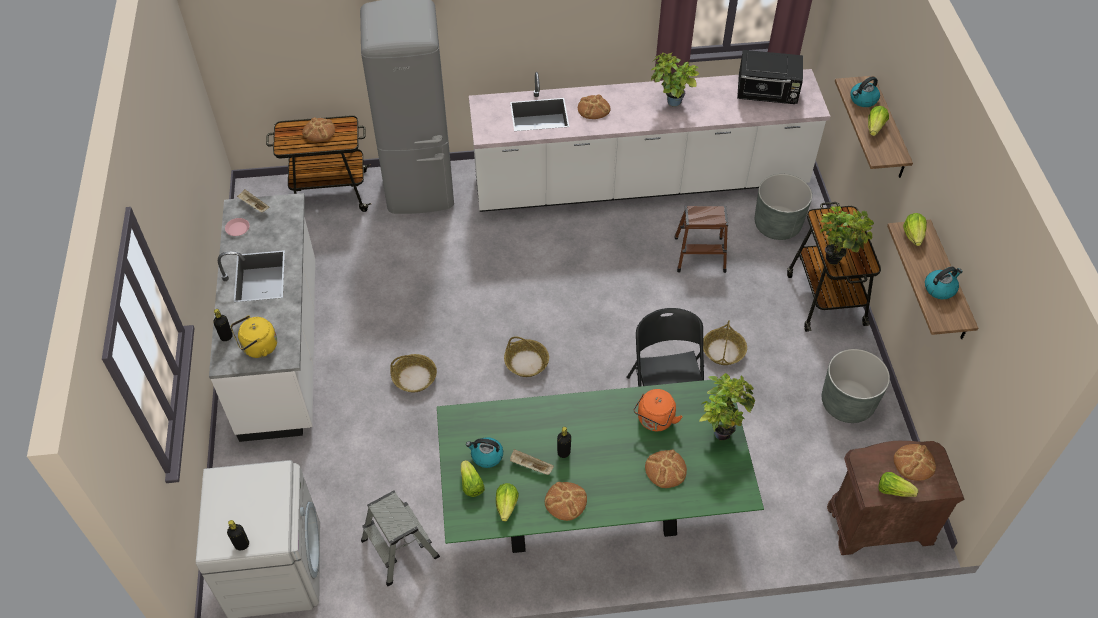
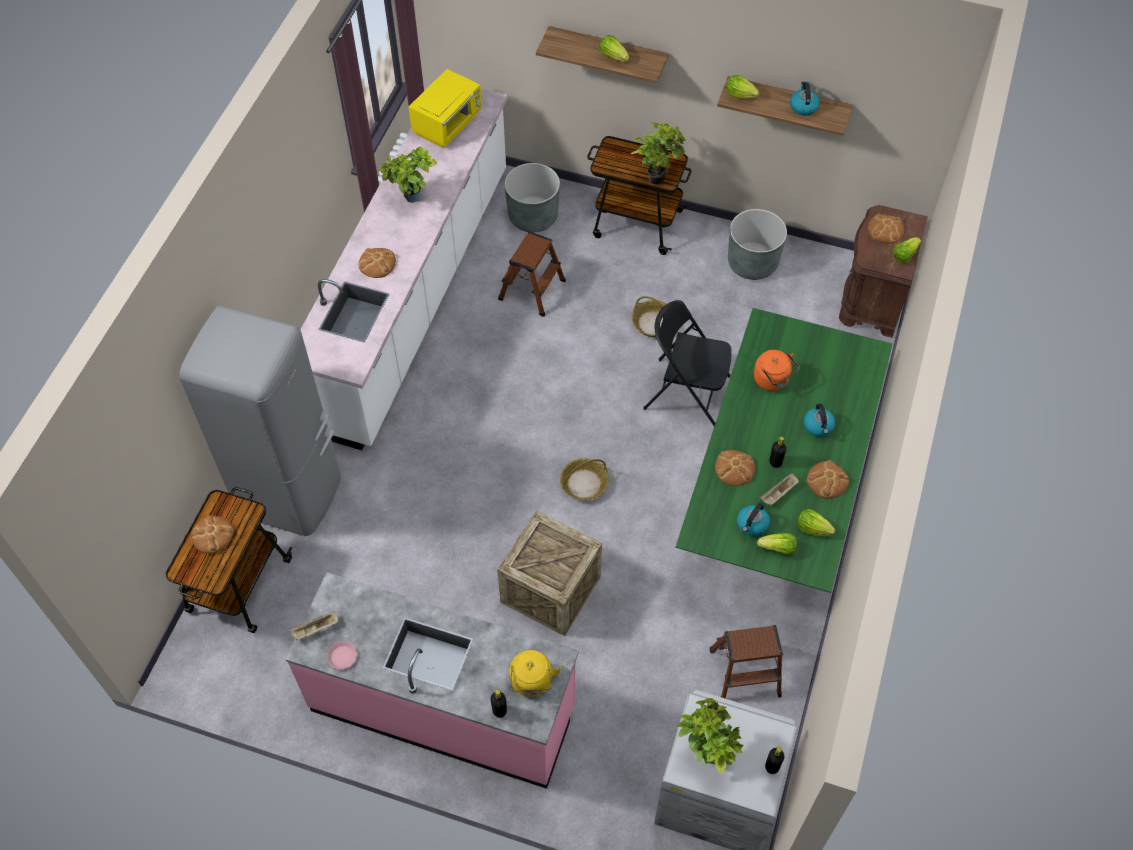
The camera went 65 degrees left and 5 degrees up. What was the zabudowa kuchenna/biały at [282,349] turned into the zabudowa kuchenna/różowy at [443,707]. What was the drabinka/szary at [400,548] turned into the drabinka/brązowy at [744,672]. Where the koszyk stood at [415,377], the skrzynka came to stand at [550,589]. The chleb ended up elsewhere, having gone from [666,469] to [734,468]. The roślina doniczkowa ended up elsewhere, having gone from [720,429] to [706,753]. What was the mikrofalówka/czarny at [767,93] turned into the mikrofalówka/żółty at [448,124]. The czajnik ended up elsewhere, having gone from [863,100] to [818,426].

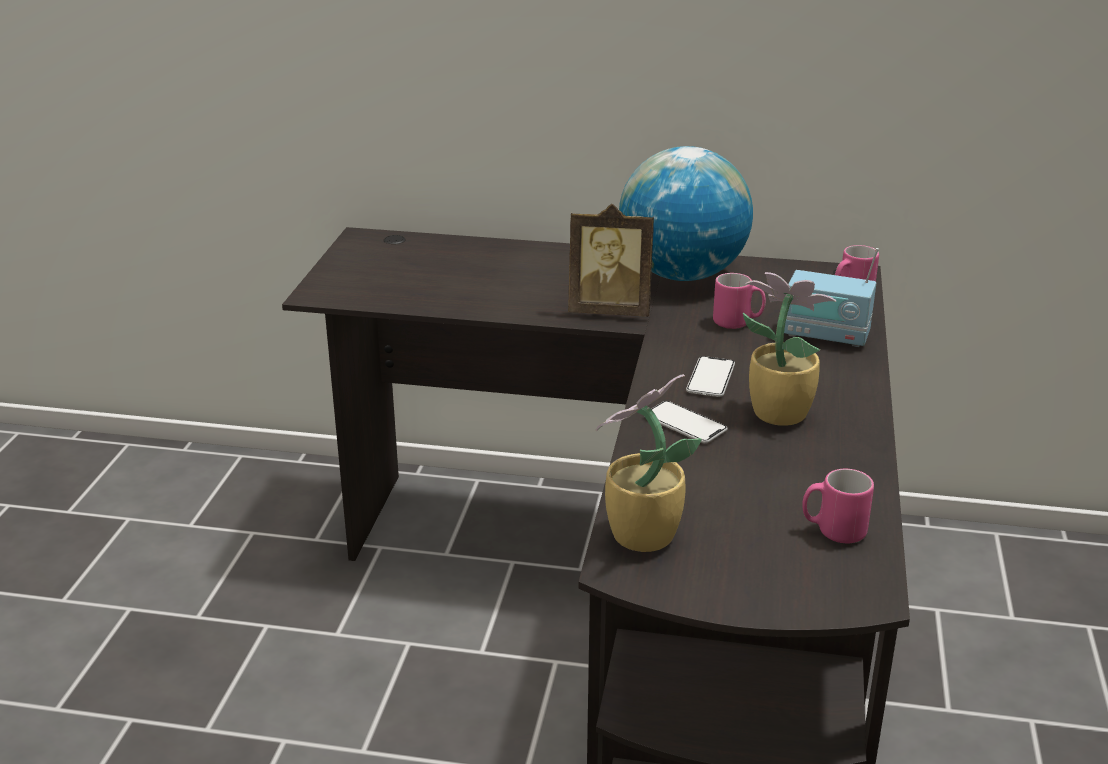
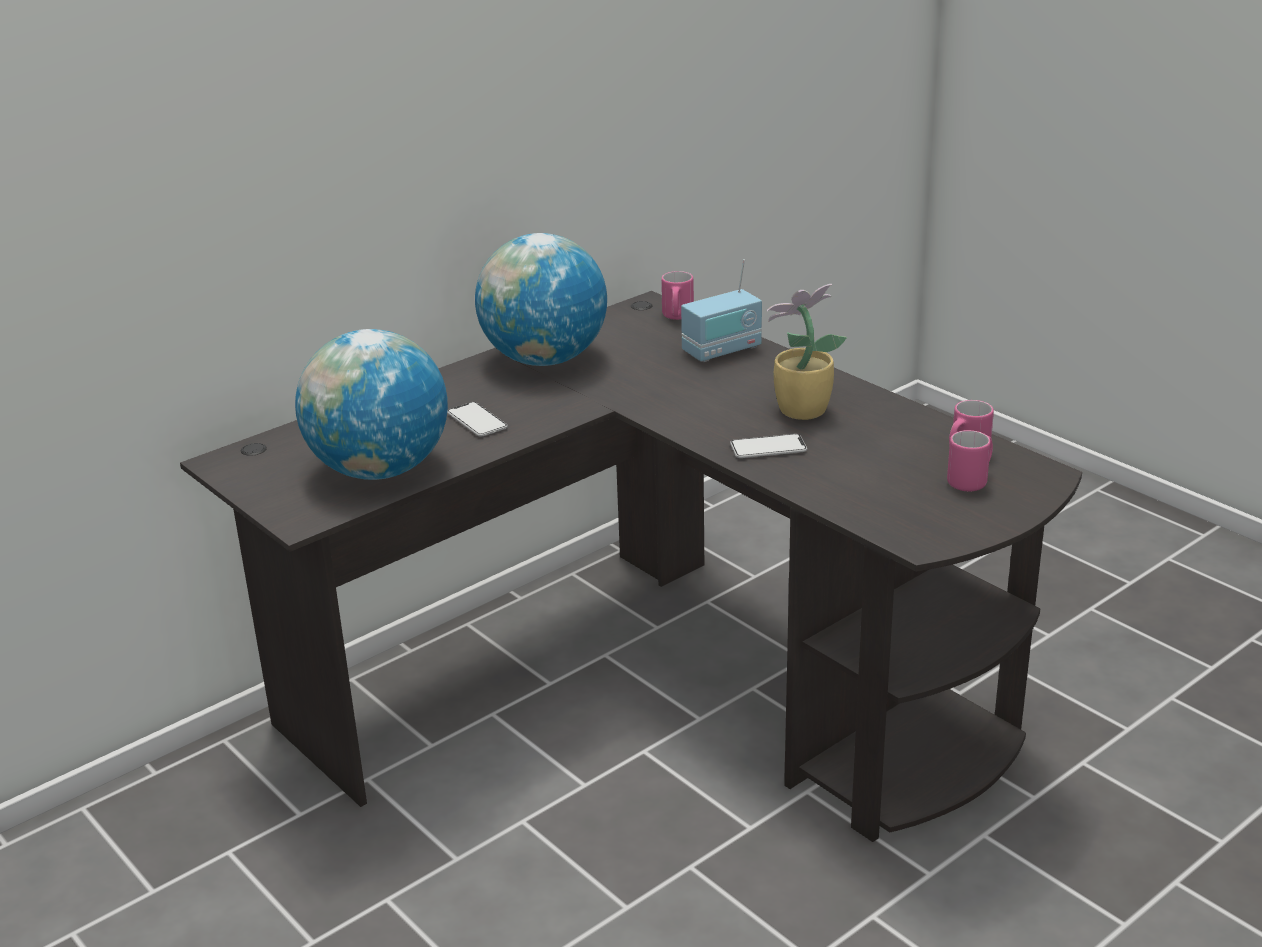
The camera went 50 degrees left and 0 degrees up. The second view lost the ramka na zdjęcie at [610,310]. The second view lost the roślina doniczkowa at [639,537]. The telefon ended up elsewhere, having gone from [710,378] to [477,421]. The kubek/różowy ended up elsewhere, having gone from [738,323] to [971,481]. The second view gained the globus at [379,470].

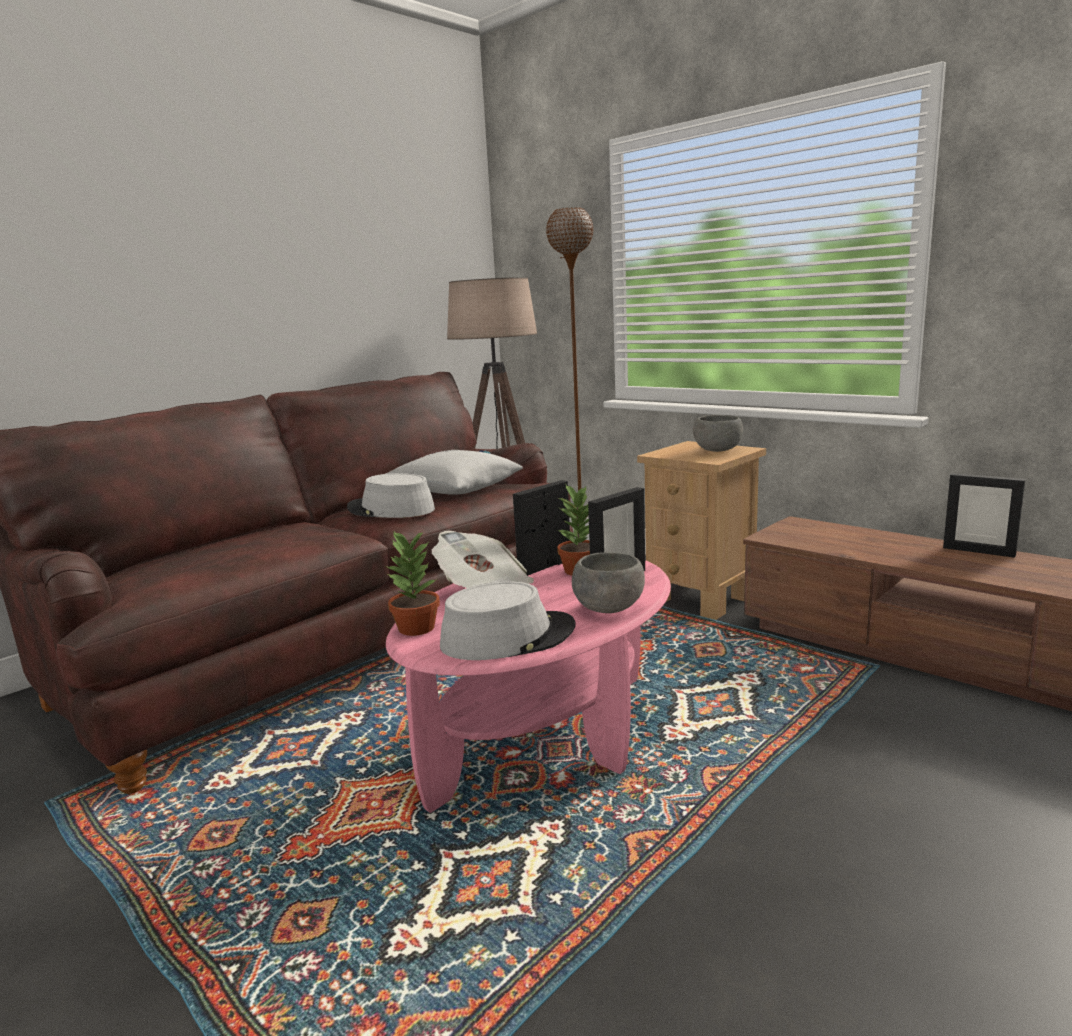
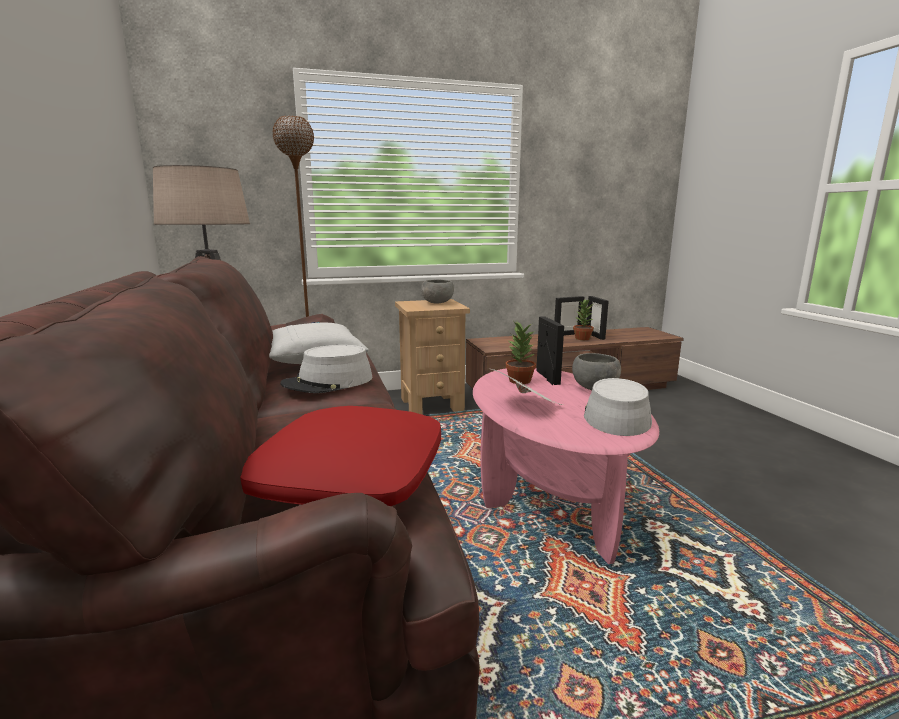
The camera went 60 degrees left and 0 degrees up. The roślina doniczkowa ended up elsewhere, having gone from [415,628] to [582,338]. The ramka na zdjęcie ended up elsewhere, having gone from [546,567] to [595,336]. The second view gained the poduszka/czerwony at [352,476].

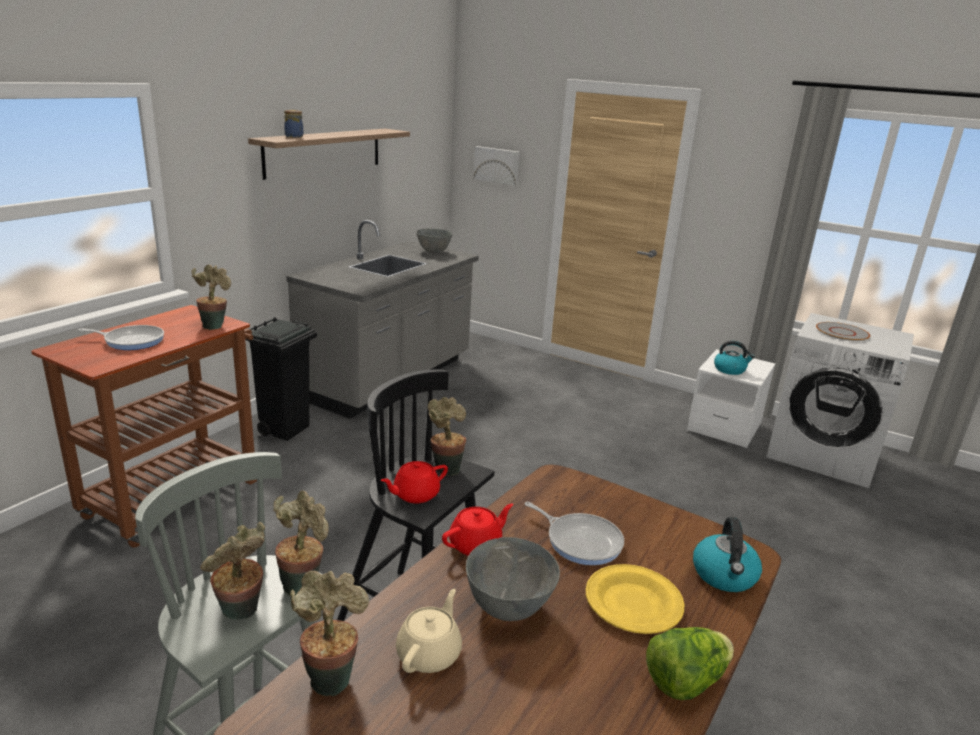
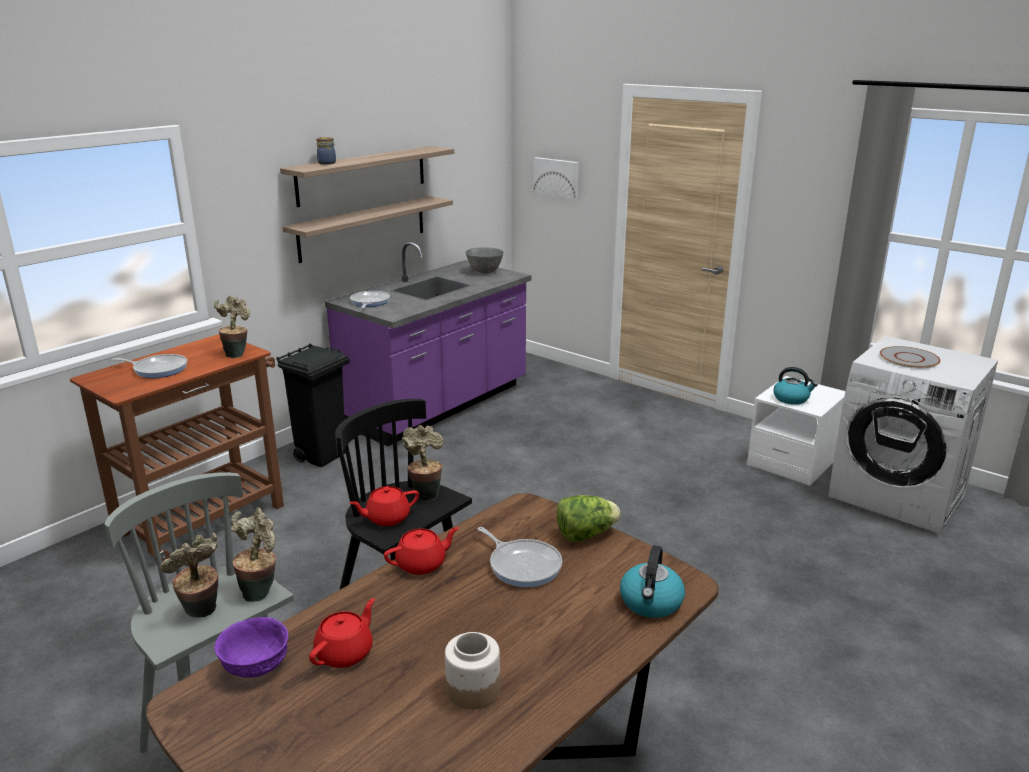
The camera went 10 degrees right and 0 degrees up. What was the zabudowa kuchenna/szary at [389,379] turned into the zabudowa kuchenna/fioletowy at [437,406]. Where the roślina doniczkowa stood at [330,676], the miska/fioletowy came to stand at [255,665]. What was the imbryk/beżowy at [429,653] turned into the imbryk/czerwony at [345,653]. The second view lost the miska/szary at [508,607]. The second view lost the talerz/żółty at [633,603]. The sałata ended up elsewhere, having gone from [685,681] to [585,535]. The second view gained the półka at [363,228]. The second view gained the patelnia at [369,302]. The second view gained the słoik at [472,690].

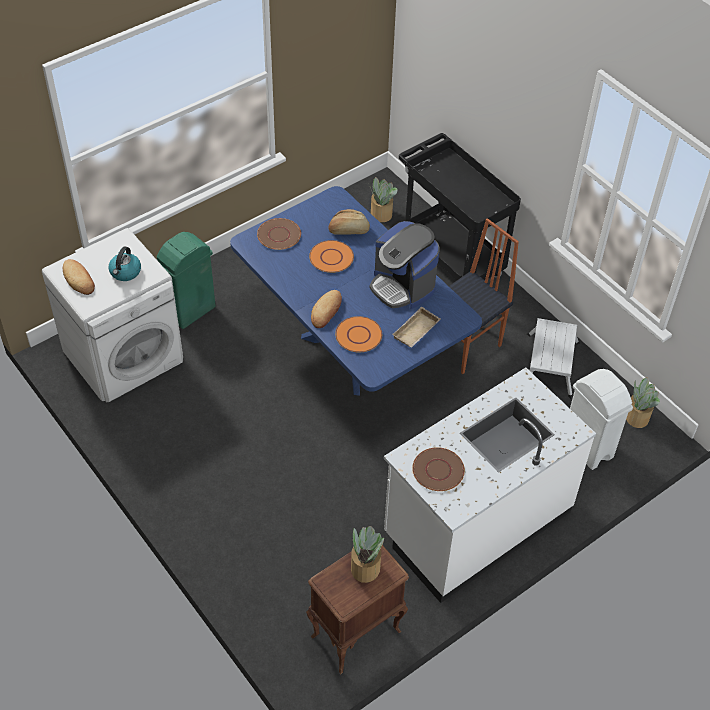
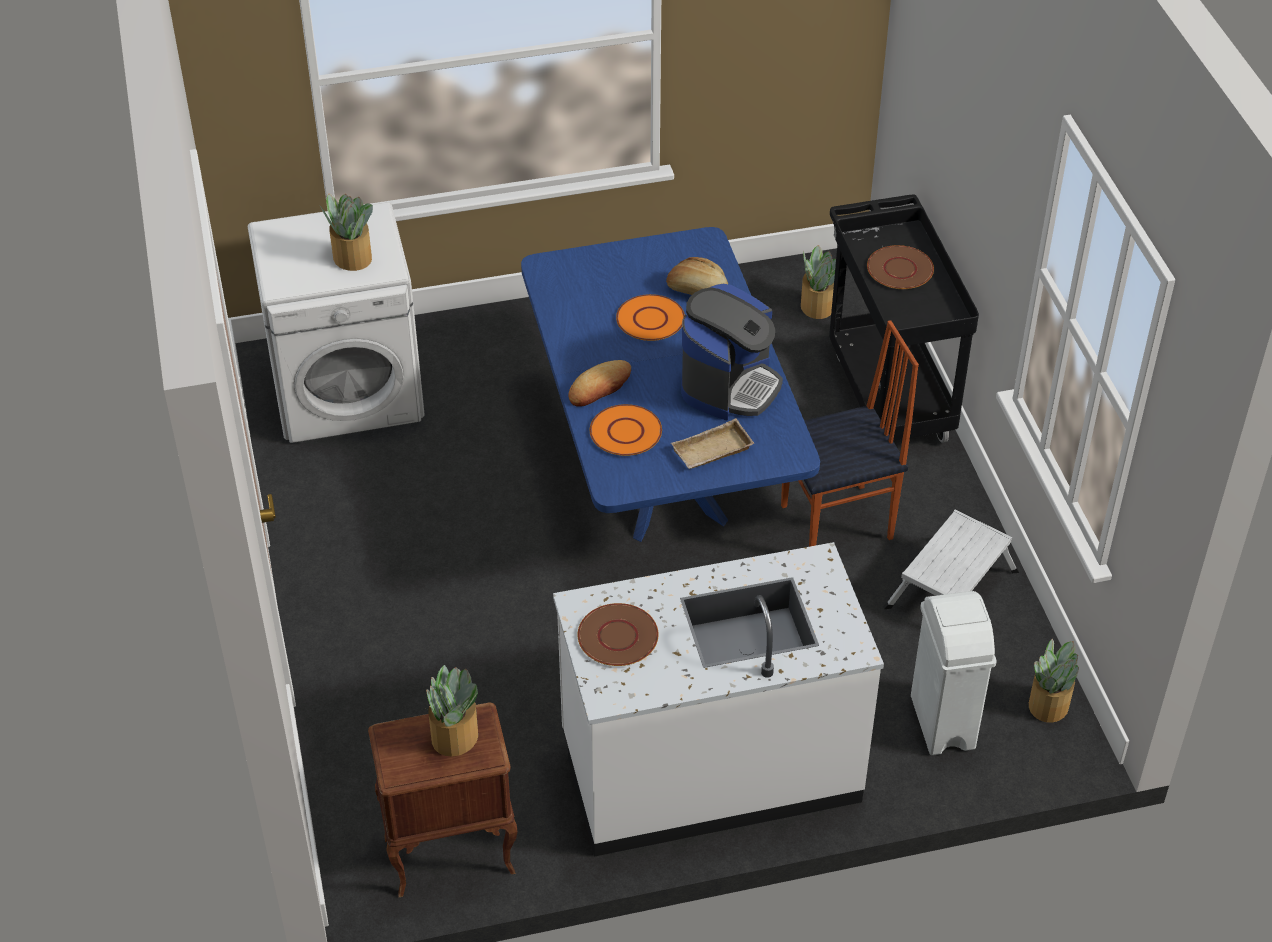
The camera went 25 degrees right and 5 degrees down. The second view lost the chleb at [79,279]. Where the czajnik stood at [125,272], the roślina doniczkowa came to stand at [352,257]. The second view lost the kosz na śmieci/zielony at [190,311]. The talerz/brązowy ended up elsewhere, having gone from [278,235] to [899,269]. The ekspres do kawy at [402,286] ended up facing another way, 135 degrees counterclockwise from before.

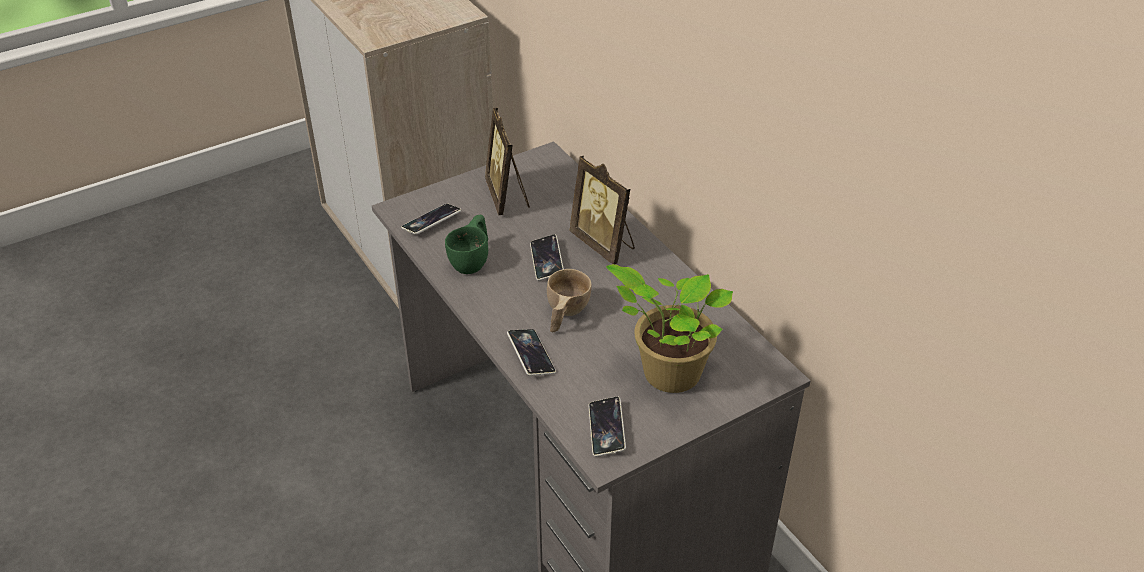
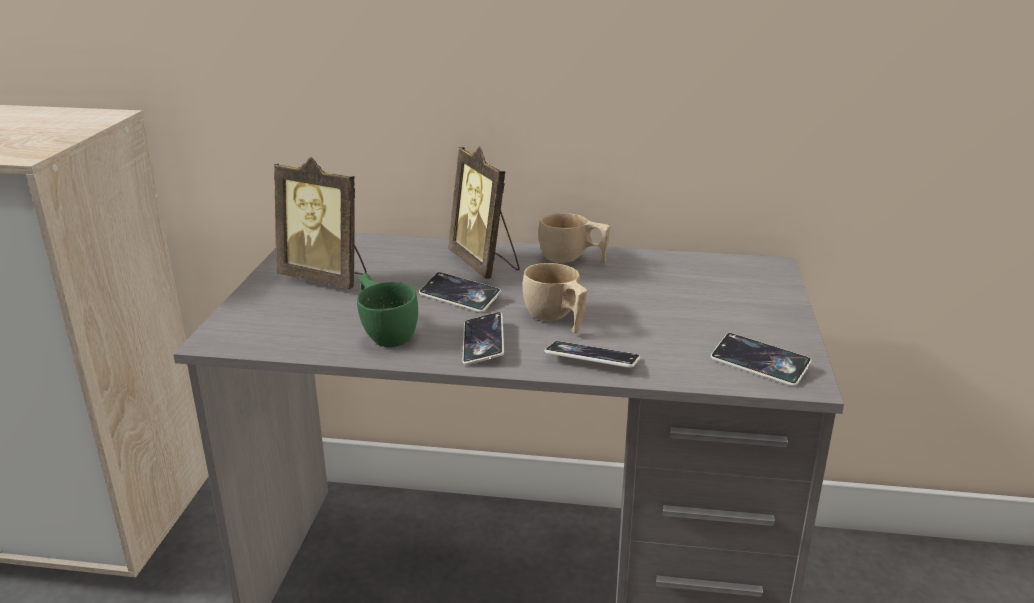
The camera went 50 degrees left and 15 degrees down. The telefon ended up elsewhere, having gone from [431,222] to [483,343]. The ramka na zdjęcie at [604,244] ended up facing another way, 60 degrees clockwise from before. The second view lost the roślina doniczkowa at [667,373]. The second view gained the filiżanka/beżowy at [572,260].

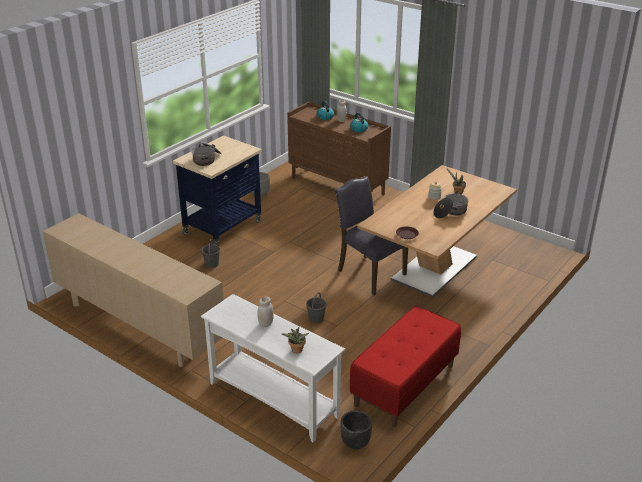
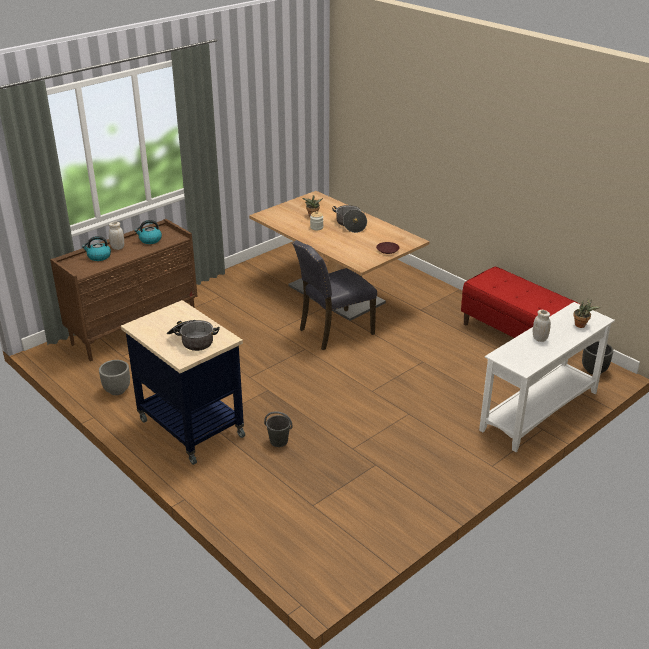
The camera went 80 degrees left and 0 degrees up. The second view lost the szafka/beżowy at [137,325]. The second view lost the wiadro/szary at [316,319].

